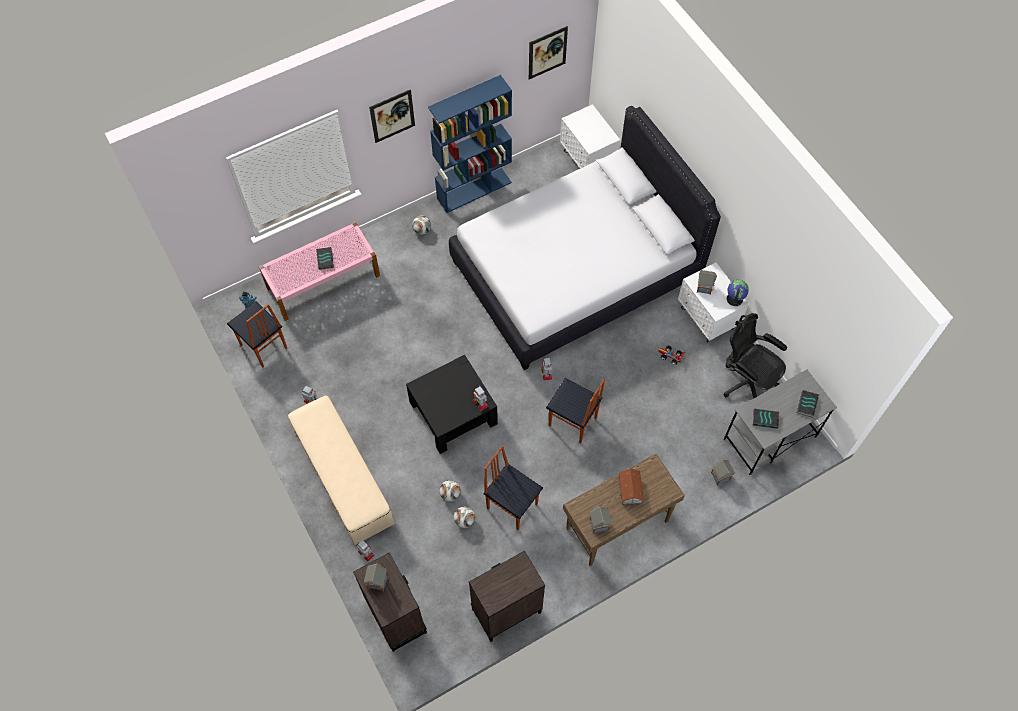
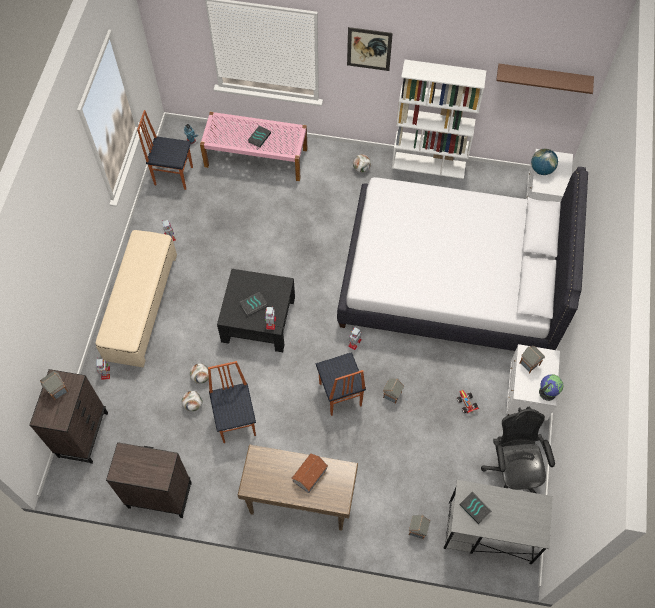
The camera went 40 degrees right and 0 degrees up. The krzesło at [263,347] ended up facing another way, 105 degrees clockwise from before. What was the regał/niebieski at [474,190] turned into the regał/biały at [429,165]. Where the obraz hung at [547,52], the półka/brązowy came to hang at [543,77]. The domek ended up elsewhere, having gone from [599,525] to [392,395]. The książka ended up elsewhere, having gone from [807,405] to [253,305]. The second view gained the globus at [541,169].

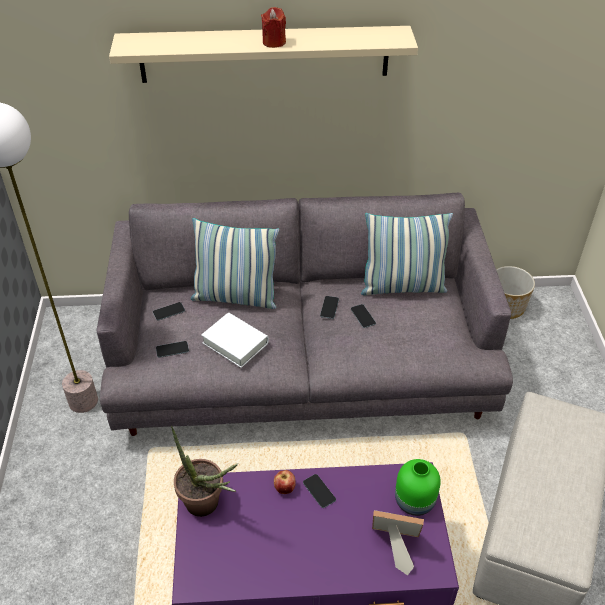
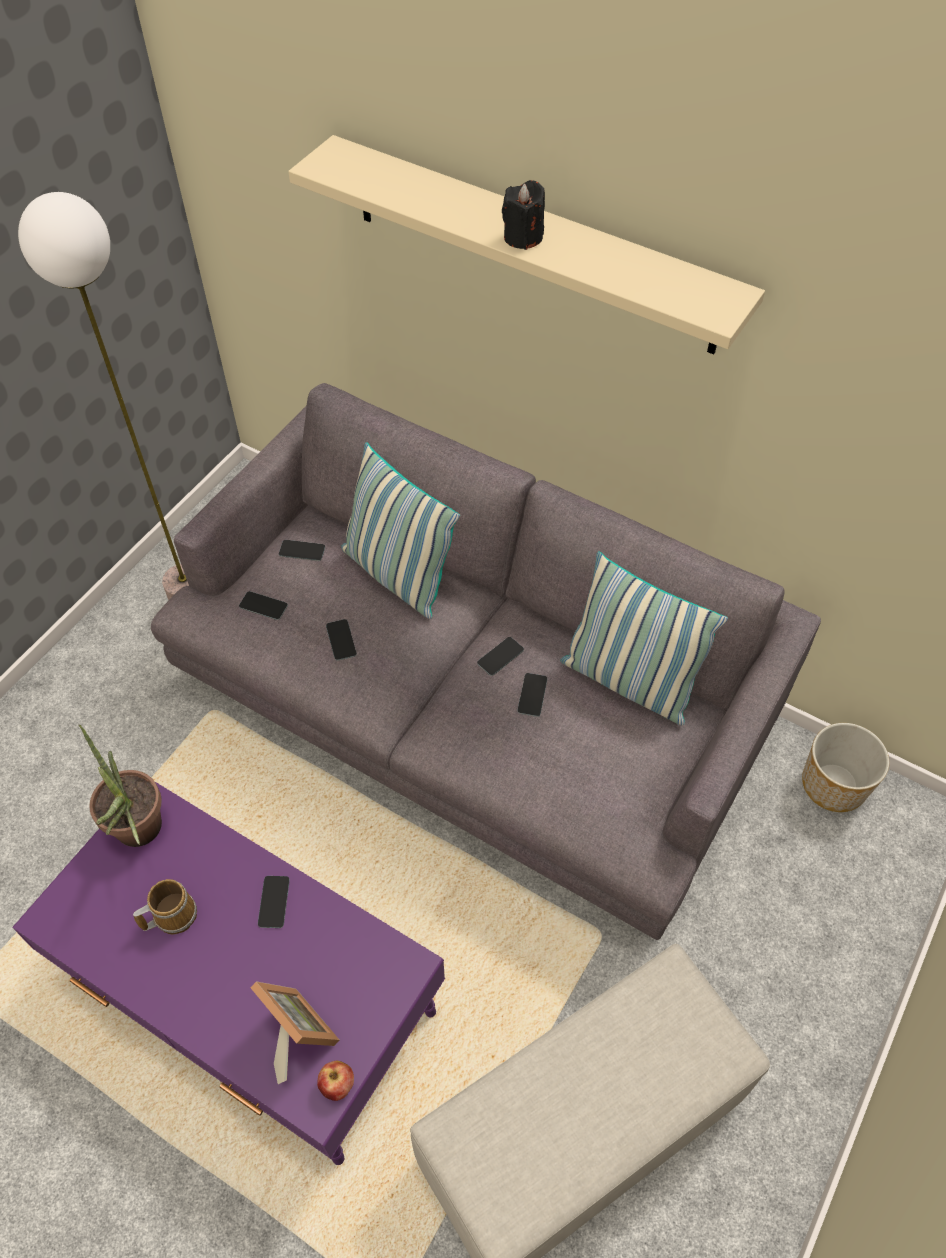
The camera went 35 degrees right and 10 degrees up. Where the książka/biały stood at [235,343], the telefon came to stand at [341,640]. What was the świeca/czerwony at [274,42] turned into the świeca/czarny at [523,237]. The jabłko ended up elsewhere, having gone from [285,488] to [337,1085]. The second view lost the wazon/zielony at [415,500]. The second view gained the kubek at [172,915].

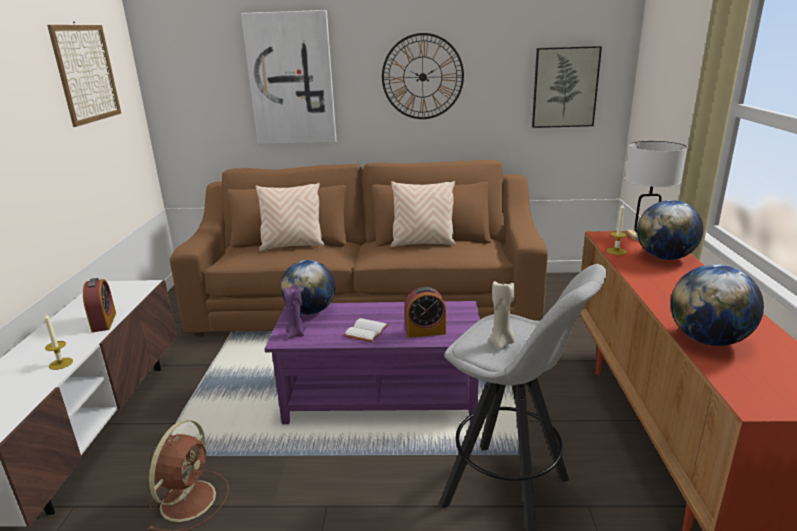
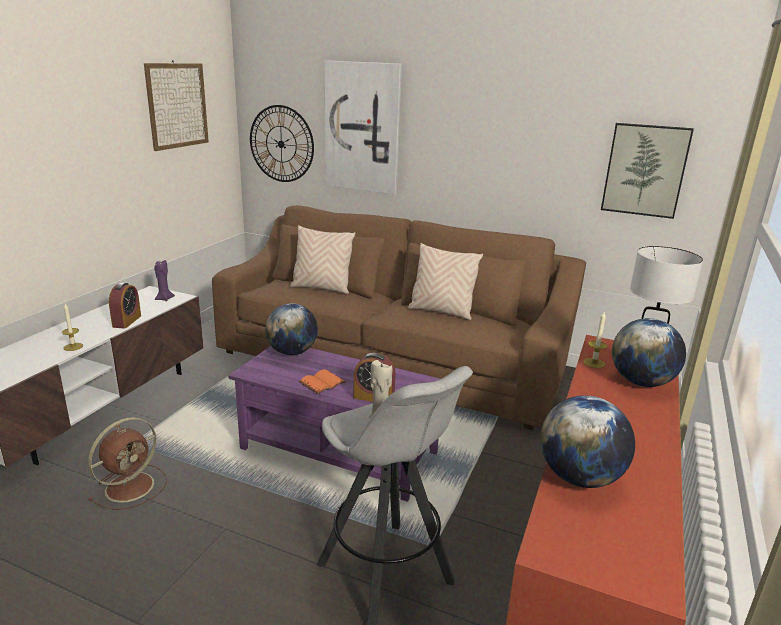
The camera went 20 degrees right and 0 degrees up. The świeca/fioletowy ended up elsewhere, having gone from [296,334] to [164,299]. What was the książka/biały at [365,331] turned into the książka/pomarańczowy at [322,382]. The zegar ścienny ended up elsewhere, having gone from [422,77] to [281,144].

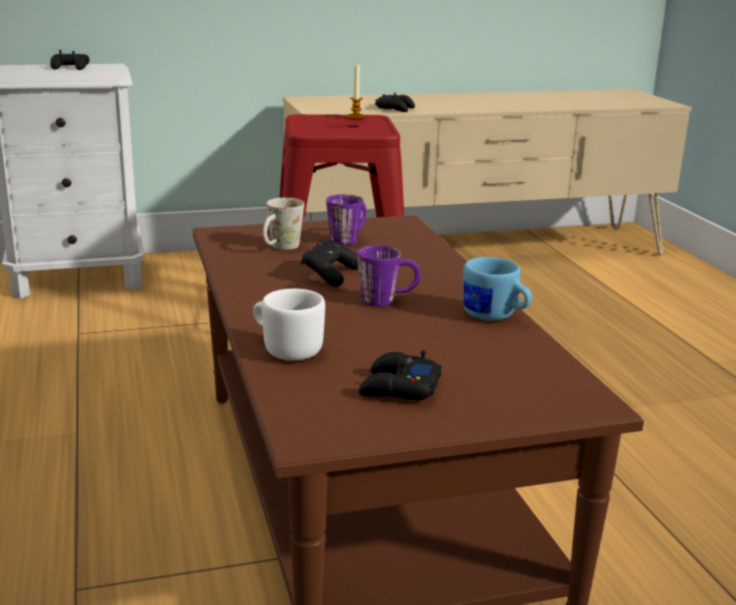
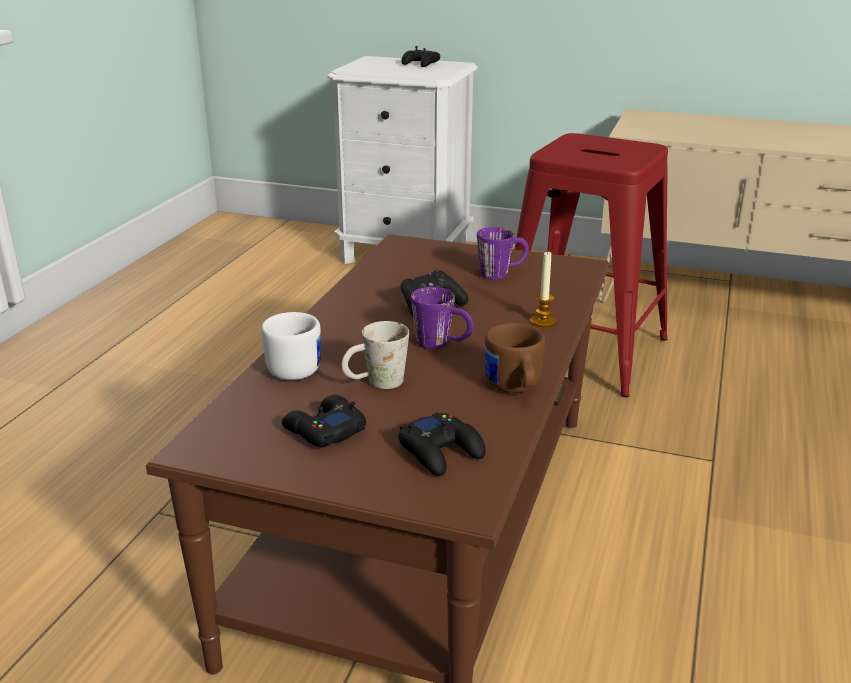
The camera went 35 degrees right and 5 degrees up. The kubek/biały ended up elsewhere, having gone from [280,248] to [375,383]. The świeca ended up elsewhere, having gone from [355,116] to [543,321]. The pad do gier/czarny ended up elsewhere, having gone from [395,108] to [441,452]. What was the kubek/niebieski at [495,317] turned into the kubek/brązowy at [514,388].

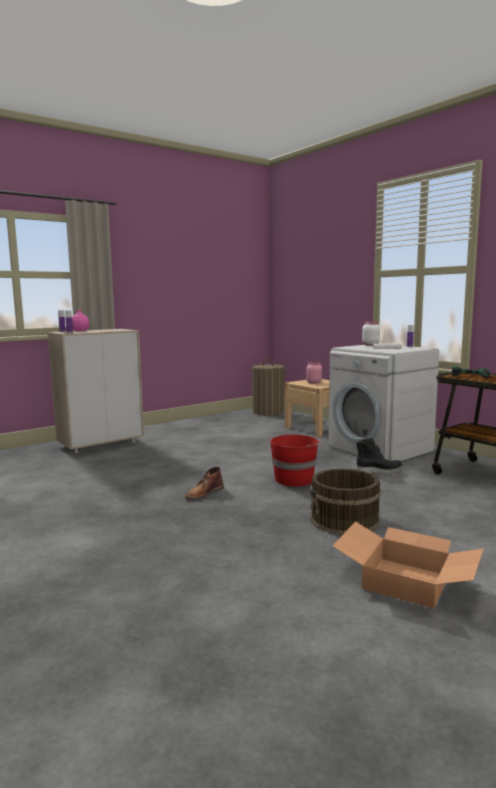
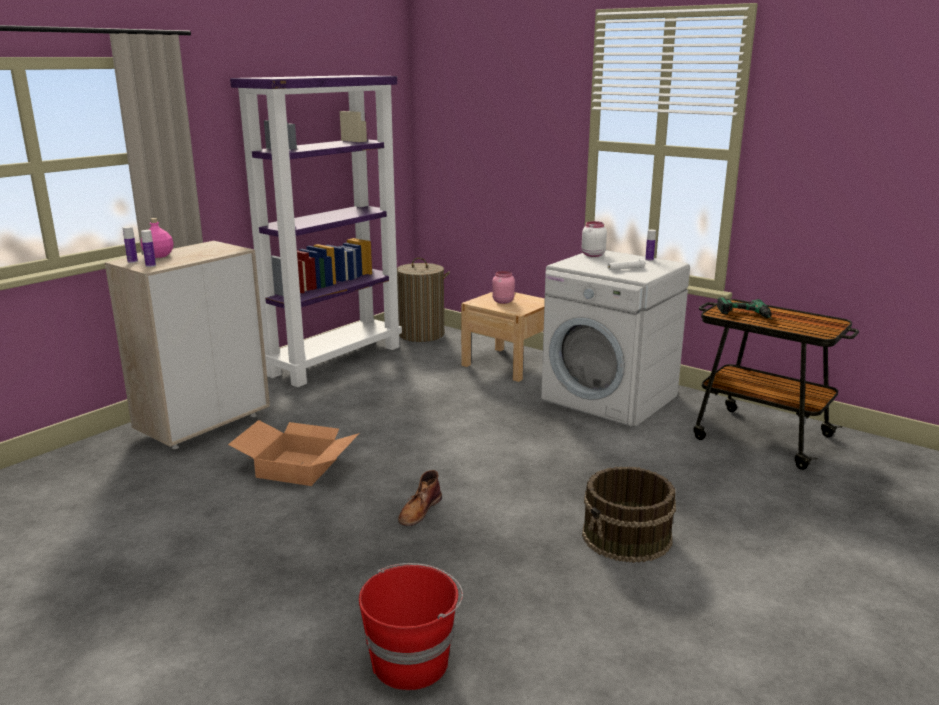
The camera went 15 degrees left and 10 degrees up. The wiadro/czerwony ended up elsewhere, having gone from [294,479] to [412,661]. The karton ended up elsewhere, having gone from [407,581] to [298,467]. The second view lost the but z cholewką/czarny at [379,471]. The second view gained the regał/fioletowy at [335,360].

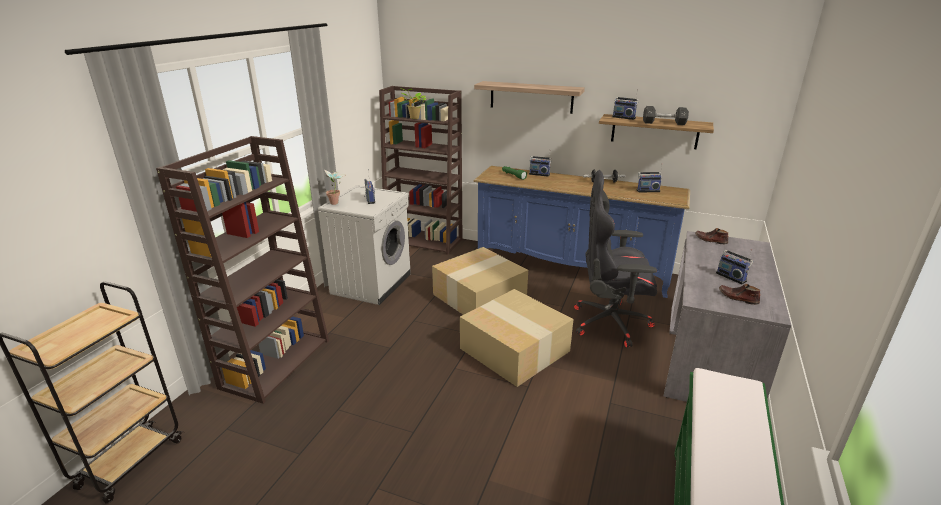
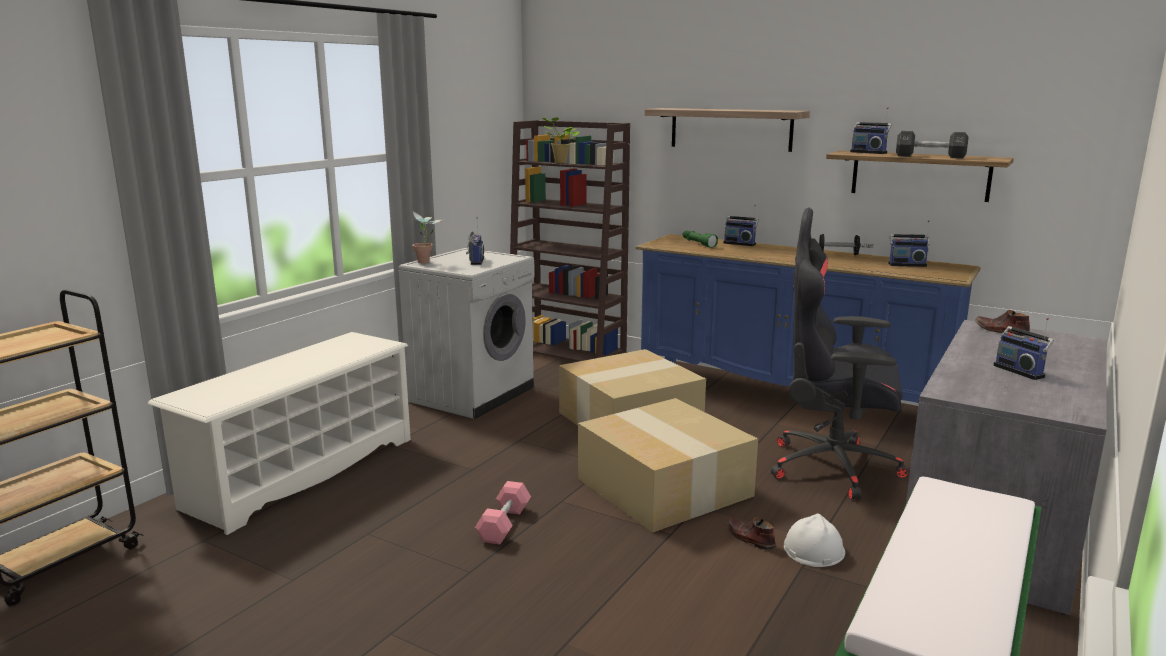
The camera went 10 degrees right and 10 degrees down. Where the regał/brązowy stood at [276,362], the regał na buty/biały came to stand at [302,472]. The but/brązowy ended up elsewhere, having gone from [738,298] to [749,538]. The second view gained the hantel/różowy at [504,524]. The second view gained the kask/biały at [813,549].

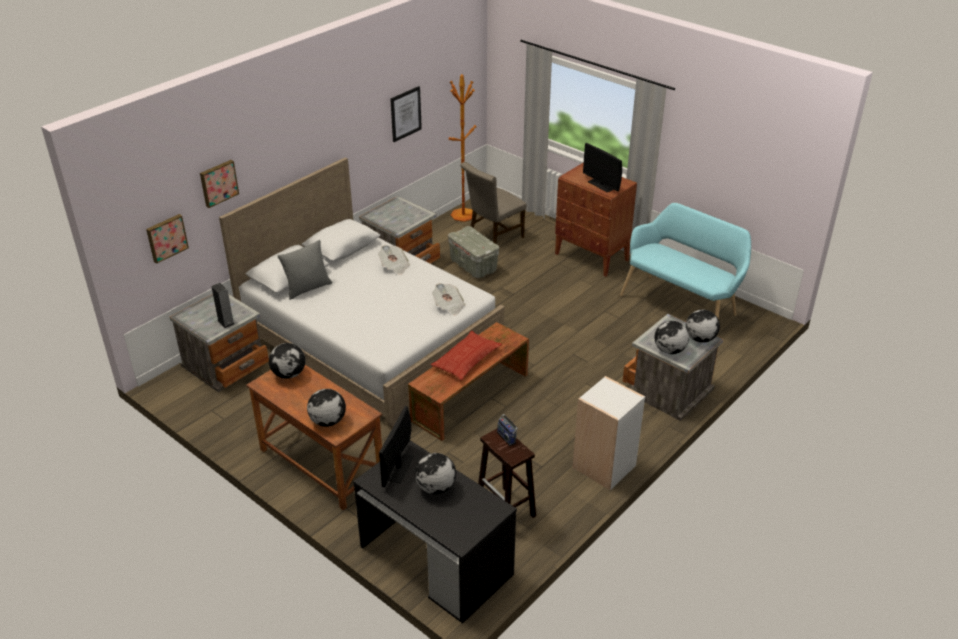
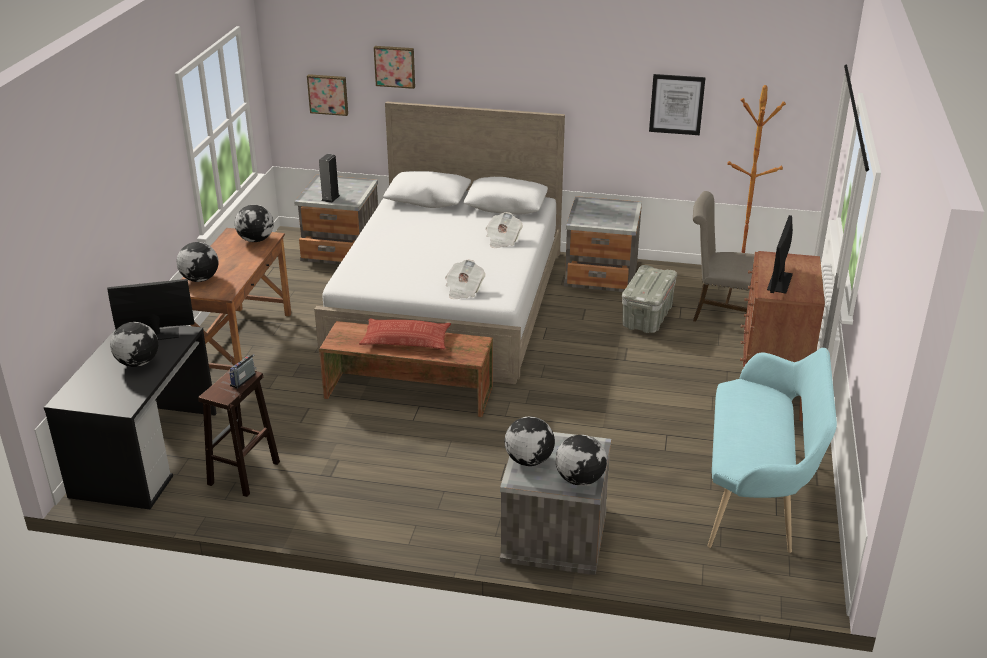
The camera went 60 degrees right and 5 degrees down. The second view lost the poduszka/szary at [307,288]. The second view lost the regał at [603,467].

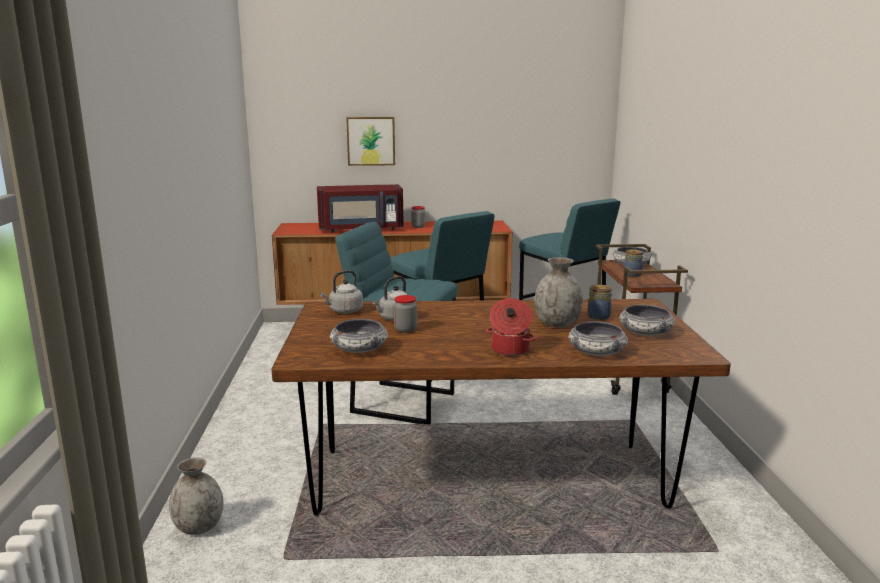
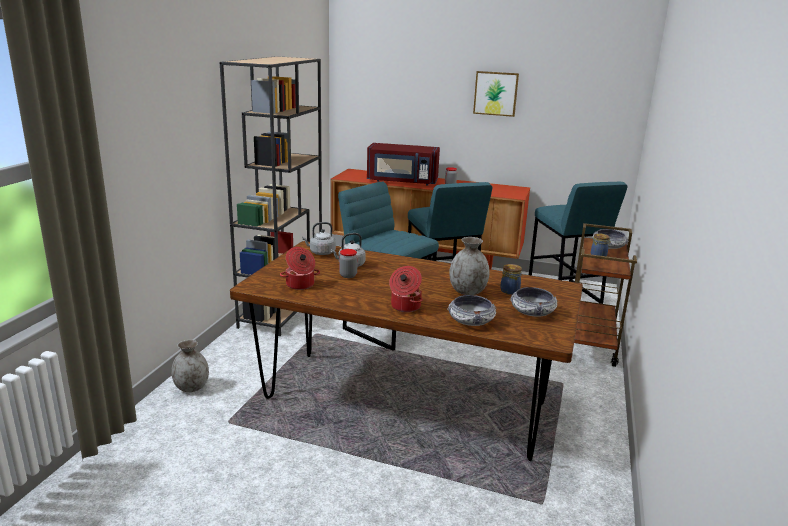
The camera went 20 degrees right and 5 degrees up. Where the miska stood at [359,349], the garnek came to stand at [300,285]. The obraz ended up elsewhere, having gone from [371,141] to [496,93]. The second view gained the regał at [281,310].

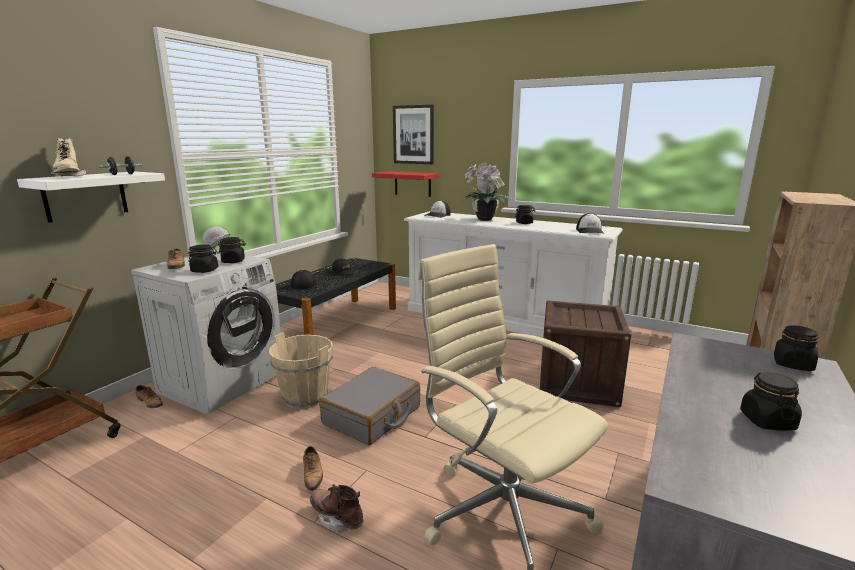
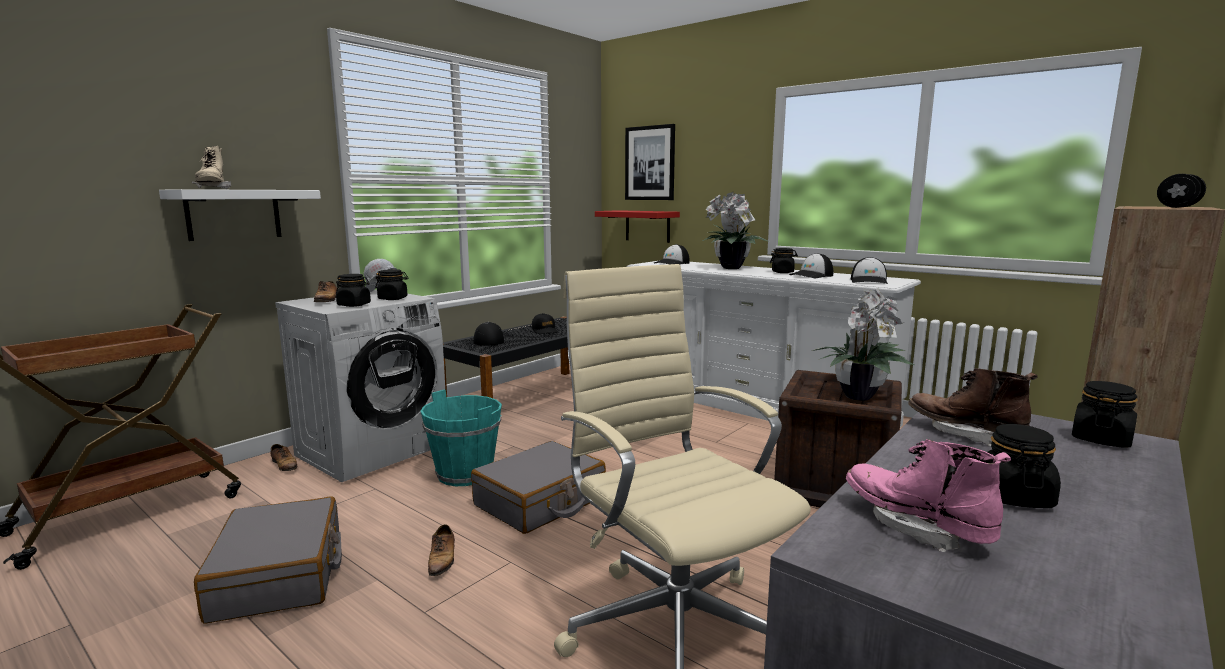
The camera went 10 degrees right and 5 degrees down. The hantel/czarny ended up elsewhere, having gone from [122,174] to [1178,207]. What was the wiadro/beżowy at [306,397] turned into the wiadro/turkusowy at [465,474]. The but z cholewką/brązowy ended up elsewhere, having gone from [337,518] to [964,433]. The second view gained the walizka/szary at [279,575]. The second view gained the czapka z daszkiem at [812,275]. The second view gained the roślina doniczkowa at [859,396]. The second view gained the but z cholewką/różowy at [916,526].

